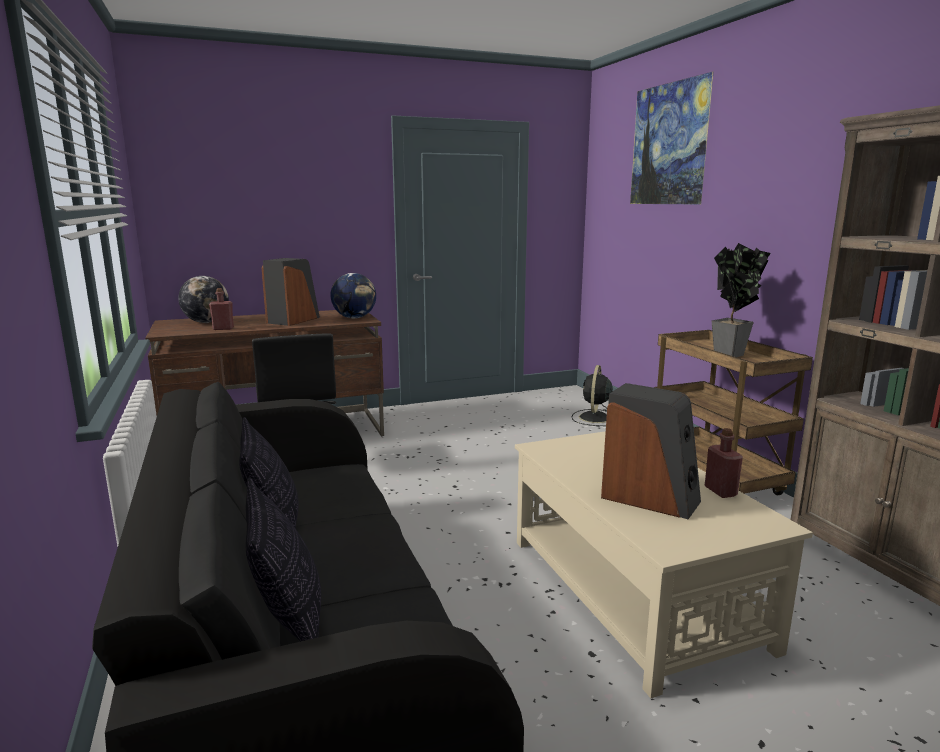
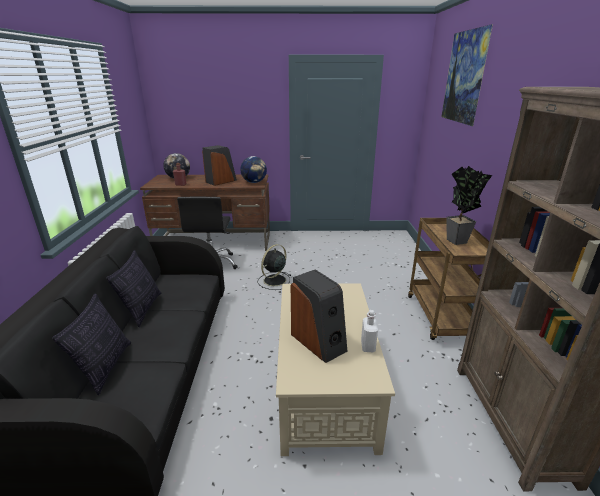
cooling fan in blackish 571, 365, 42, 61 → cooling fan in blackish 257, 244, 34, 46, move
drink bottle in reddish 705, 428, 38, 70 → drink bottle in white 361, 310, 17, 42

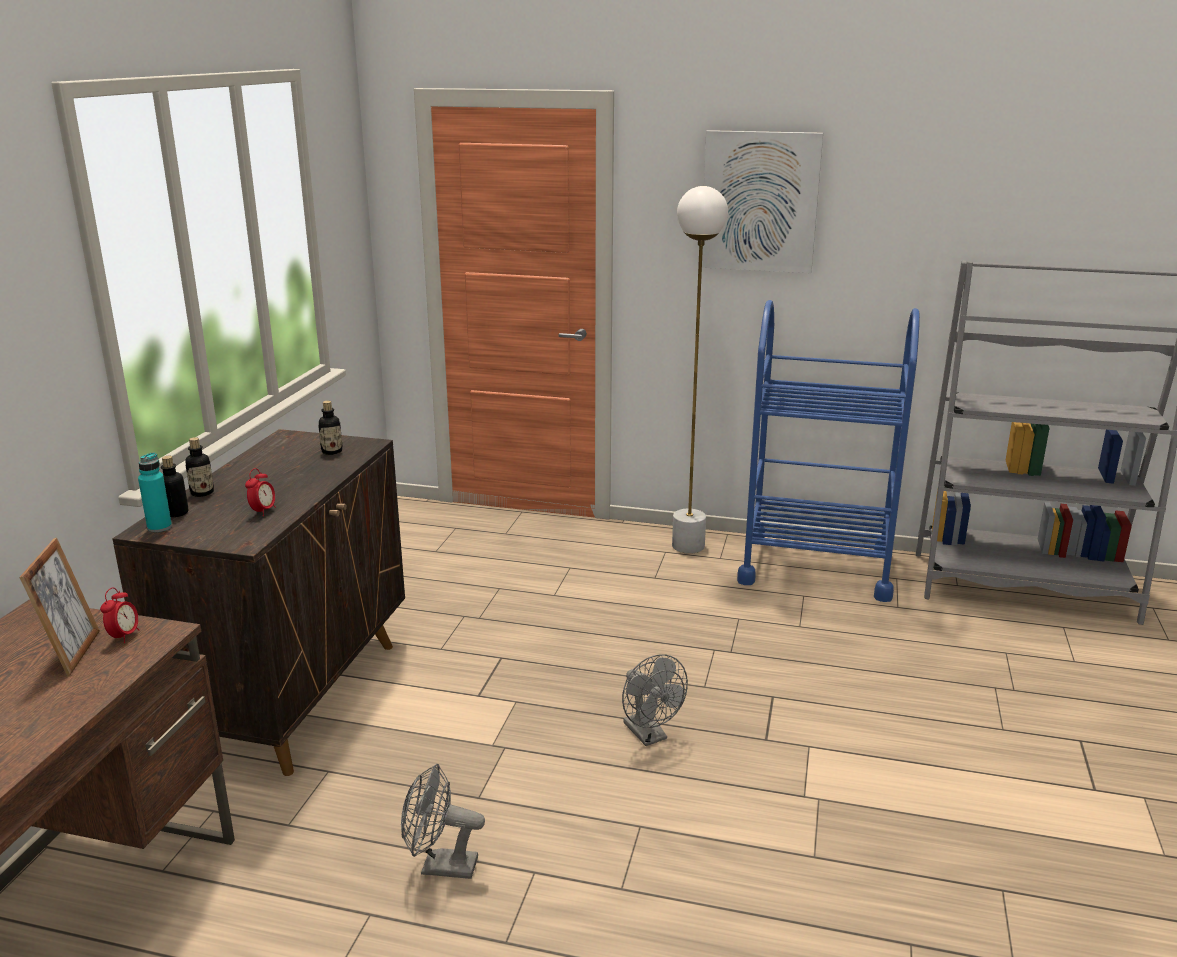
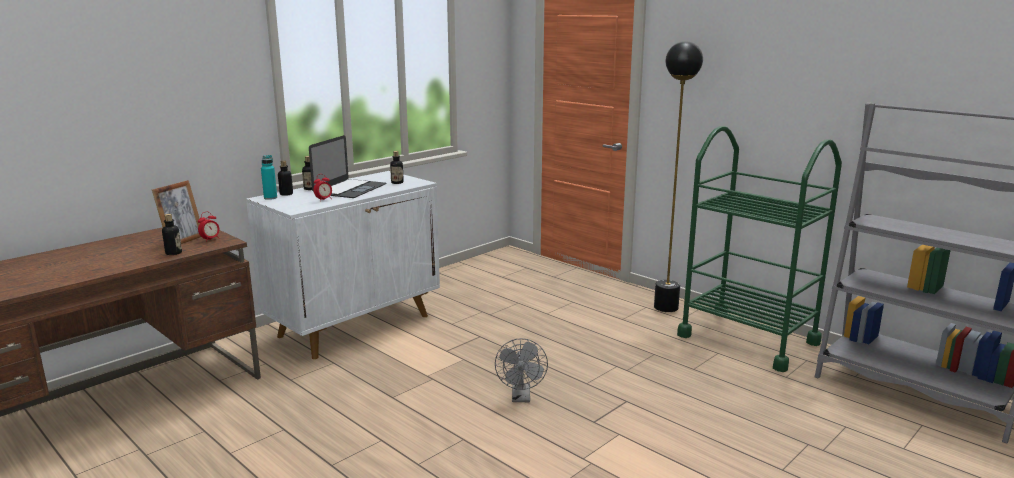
- → drink bottle 162, 214, 20, 41
storage cabinet in brownish 112, 429, 293, 347 → storage cabinet in white 246, 171, 194, 188
- → portable computer 309, 135, 77, 63
standing lamp in white 672, 186, 56, 368 → standing lamp in blackish 654, 41, 49, 271
cart in bluish 737, 300, 183, 302 → cart in green-coloured 677, 126, 165, 246
cooling fan in grey 401, 764, 84, 115 → -
wall art 702, 130, 121, 143 → -

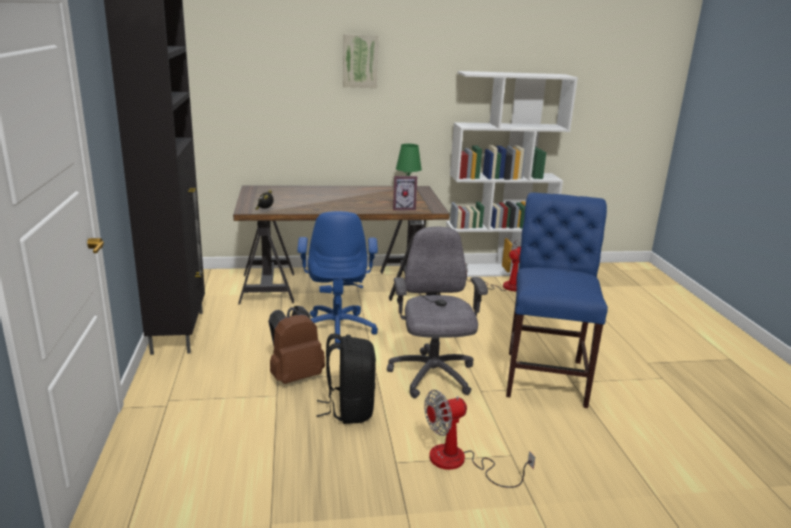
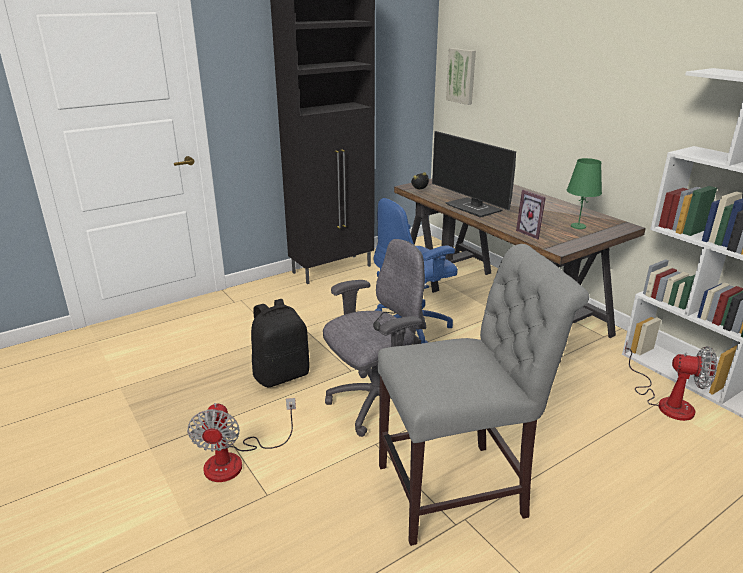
cooling fan 424, 390, 111, 98 → cooling fan 187, 398, 109, 84, 135 degrees counterclockwise
plain chair in bluish 506, 192, 102, 216 → plain chair in grey 377, 244, 212, 302
- → monitor 432, 131, 84, 87
wall art 343, 34, 36, 54 → wall art 446, 48, 30, 57, move
rucksack in brownish 268, 306, 57, 78 → -

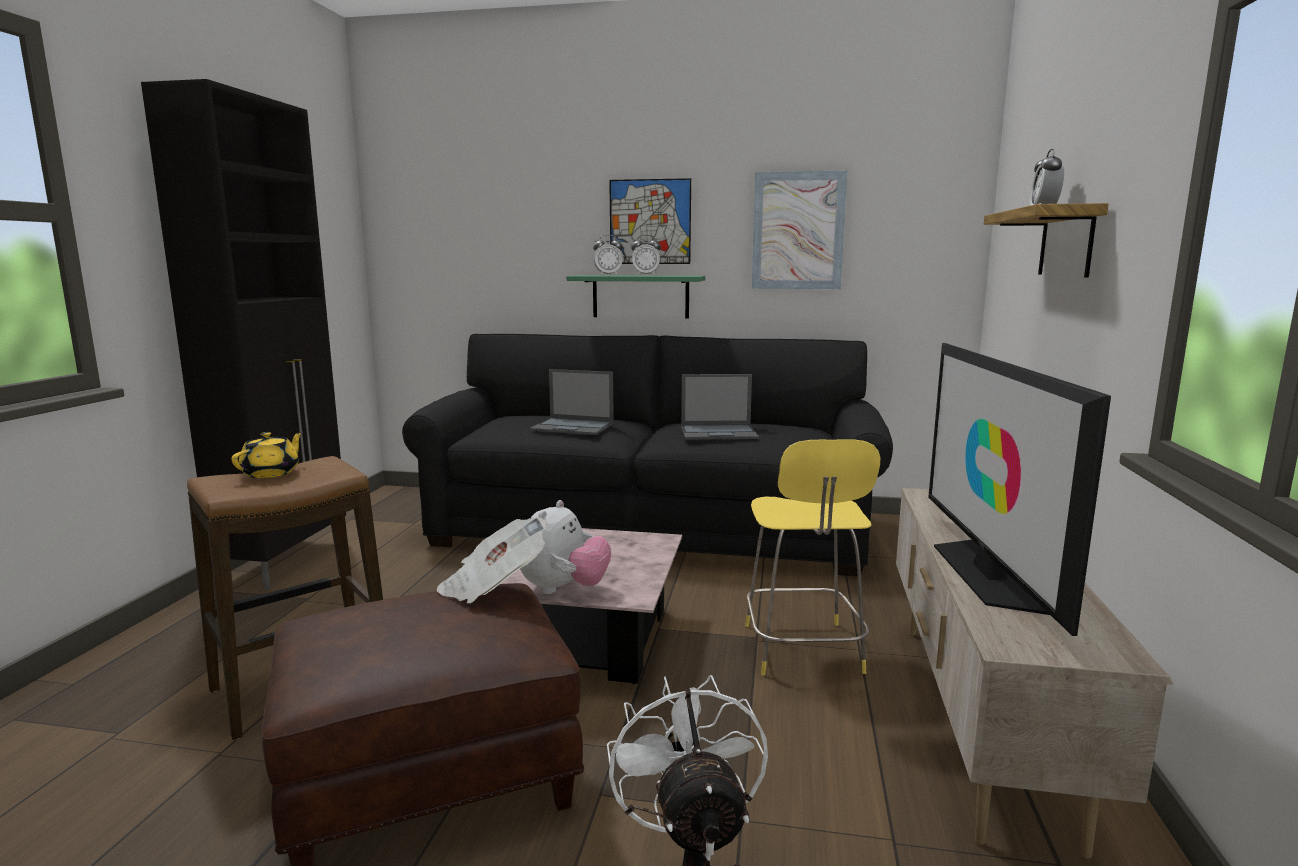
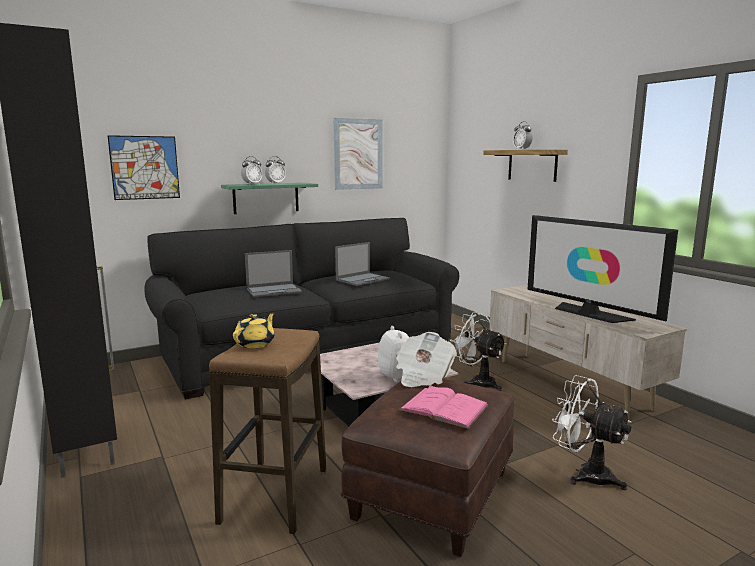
wall art 609, 178, 82, 86 → wall art 107, 135, 73, 65, move
teapot in yellow-coloured 232, 432, 71, 46 → teapot in yellow-coloured 233, 312, 42, 36, 45 degrees clockwise
- → bound book in pink-coloured 399, 385, 89, 44
stool in yellow-coloured 745, 439, 135, 237 → cooling fan in white 450, 312, 56, 79

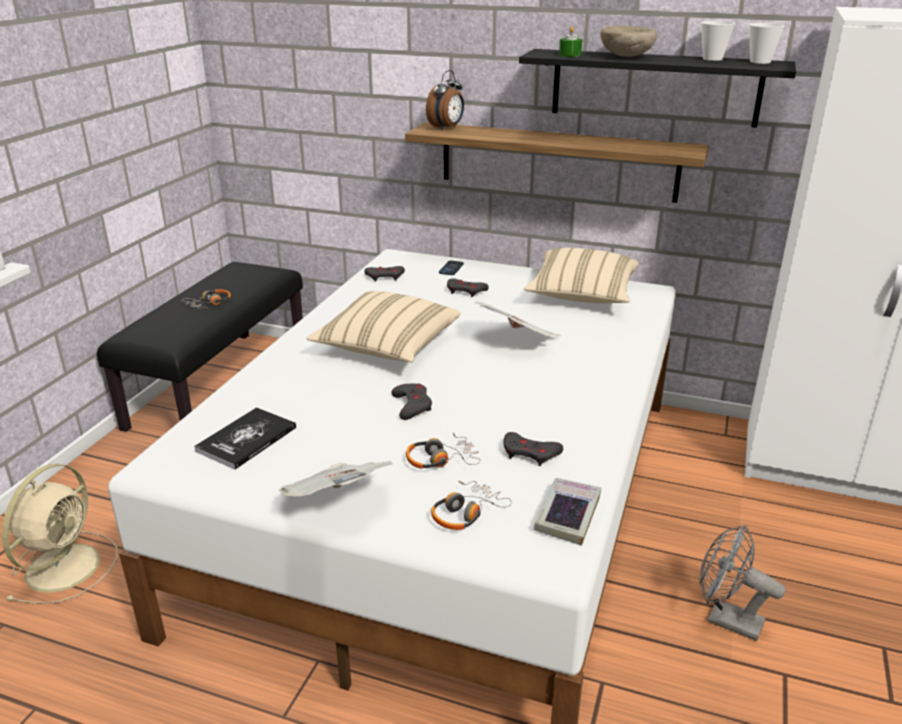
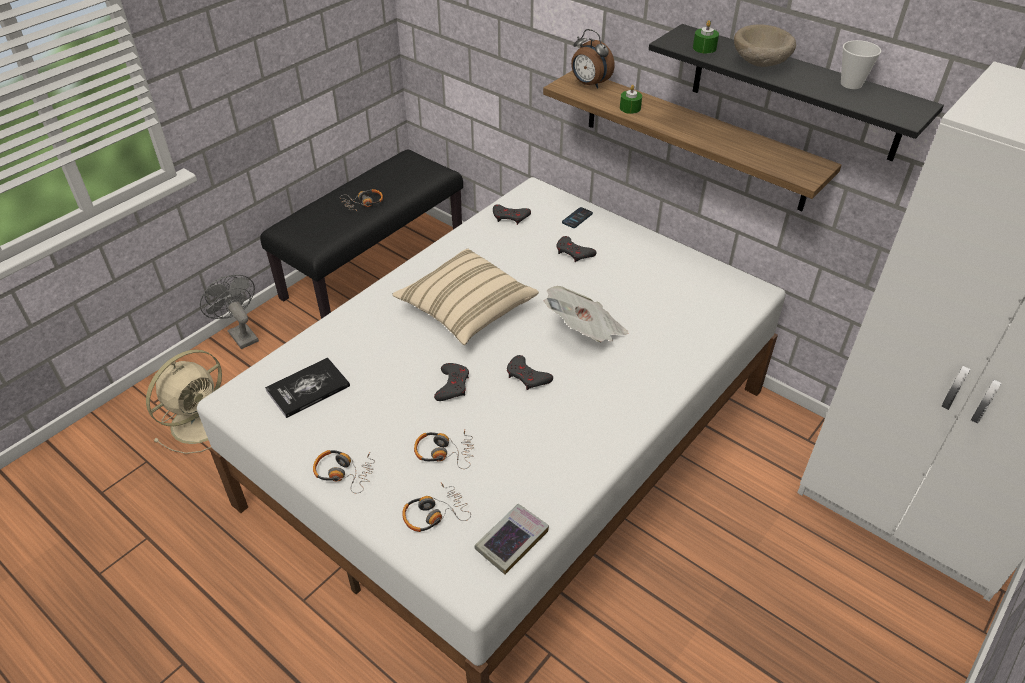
cooling fan in grey 699, 525, 86, 116 → cooling fan in grey 200, 275, 59, 74, move
daily paper 279, 461, 113, 35 → pair of headphones 313, 450, 62, 43
gamepad in grey 503, 432, 60, 34 → gamepad in grey 507, 355, 46, 35, move
table clock 426, 70, 38, 60 → table clock 571, 29, 44, 60, 75 degrees clockwise
- → wax candle in green-coloured 620, 85, 22, 29
cushion in sand-coloured 524, 248, 115, 55 → -
cup 749, 23, 36, 41 → -

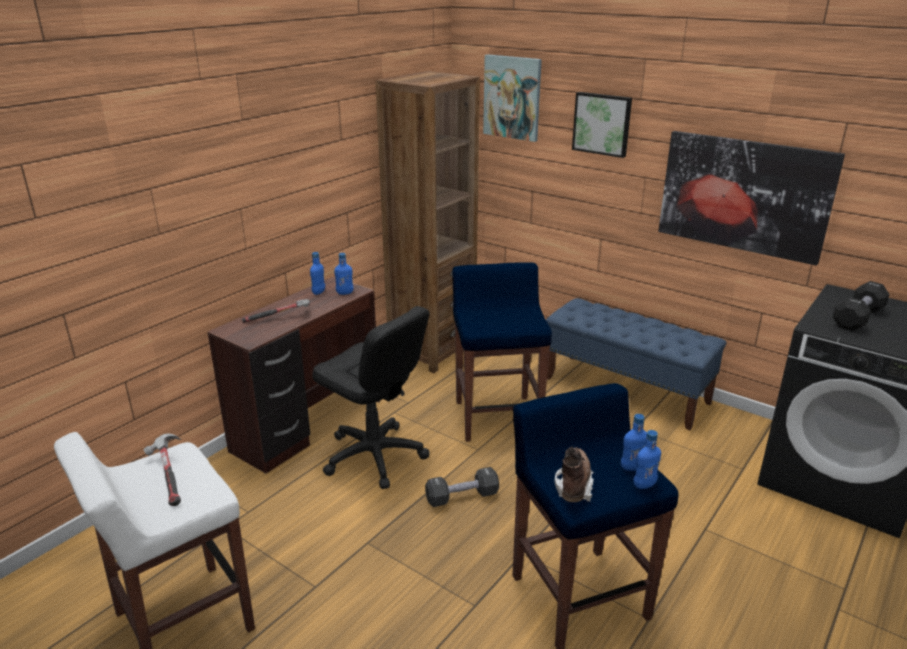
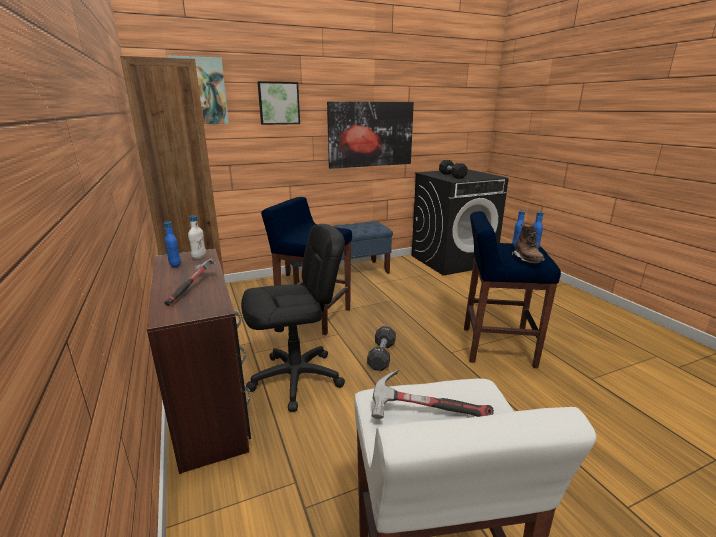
drink bottle in bluish 334, 253, 20, 42 → drink bottle in white 188, 215, 18, 45
boot in brownish 554, 447, 40, 55 → boot in brownish 512, 224, 33, 39, 135 degrees counterclockwise

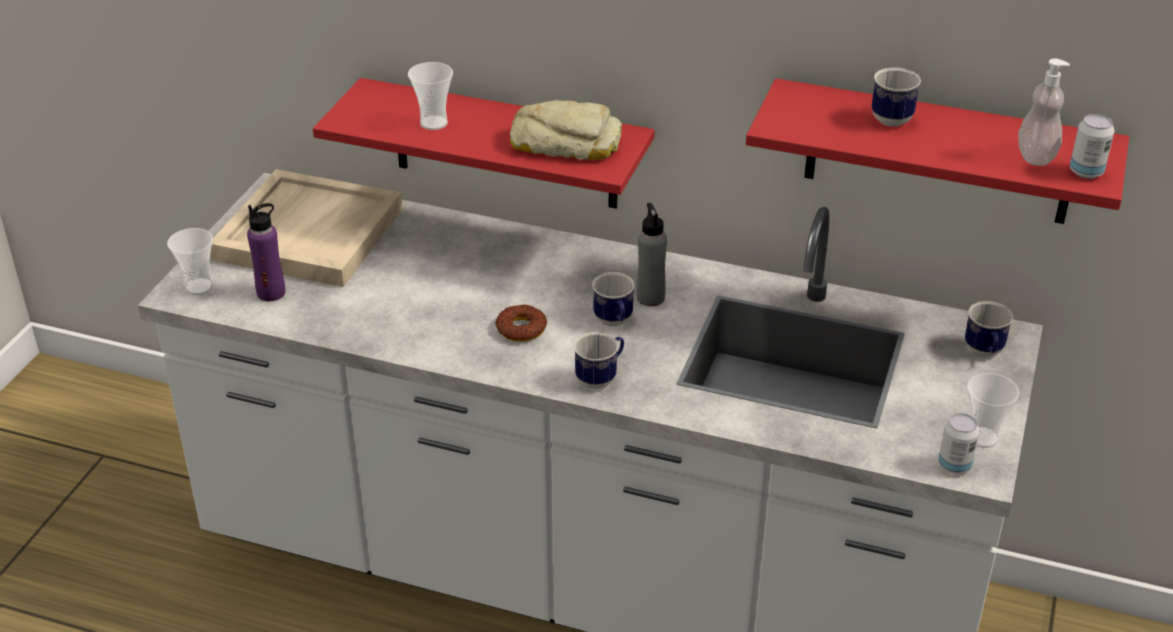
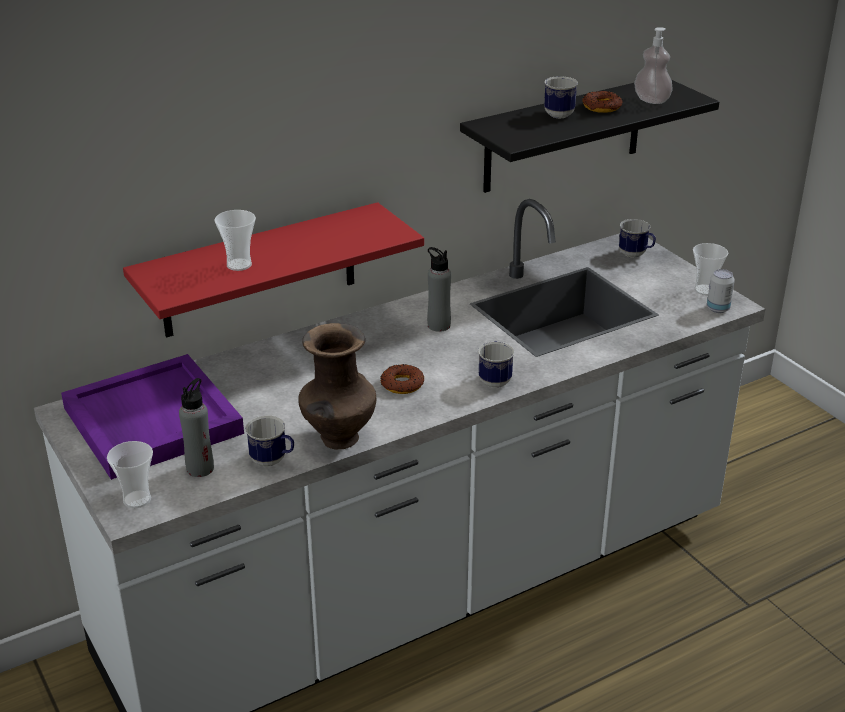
tray in sand-coloured 210, 169, 193, 118 → tray in purple-coloured 61, 354, 183, 126
drink bottle in purple-coloured 247, 203, 38, 98 → drink bottle in grey 179, 378, 35, 99
coffee mug 592, 272, 43, 54 → coffee mug 245, 416, 49, 51, move
- → decorative vase in brownish 298, 323, 78, 126
bracket shelf in reddish 746, 78, 383, 146 → bracket shelf in blackish 460, 80, 259, 113
- → donut 582, 91, 41, 22
bakery bread 510, 100, 112, 60 → -
metal can 1070, 114, 44, 65 → -

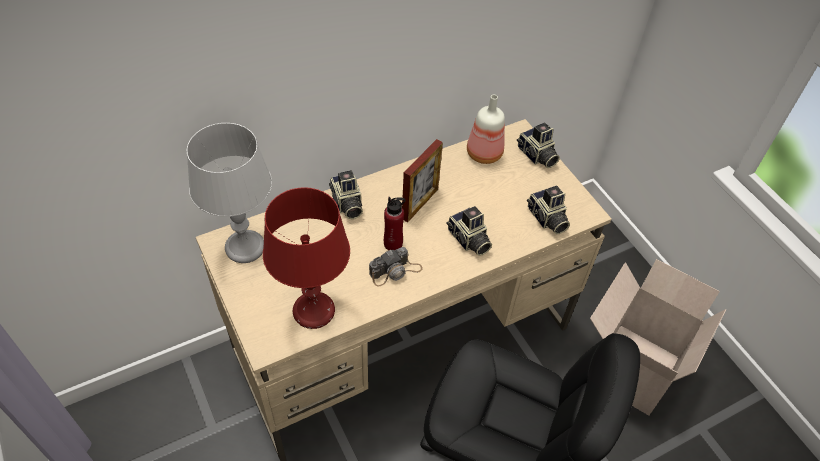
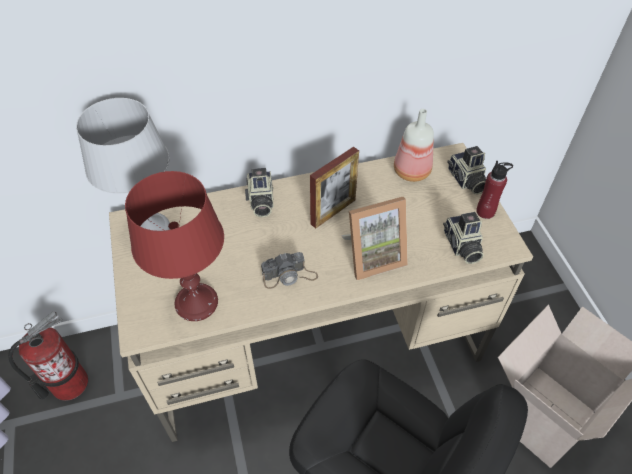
- → fire-fighting cylinder 8, 311, 80, 90
photo camera 446, 206, 46, 50 → picture frame 341, 197, 67, 83
drink bottle in reddish 384, 197, 22, 54 → drink bottle in reddish 476, 161, 37, 58, move

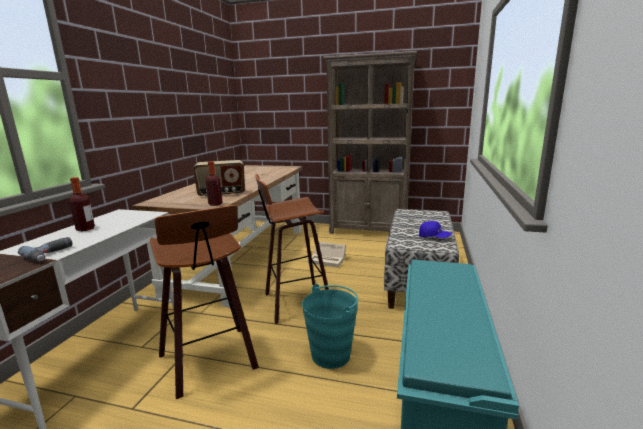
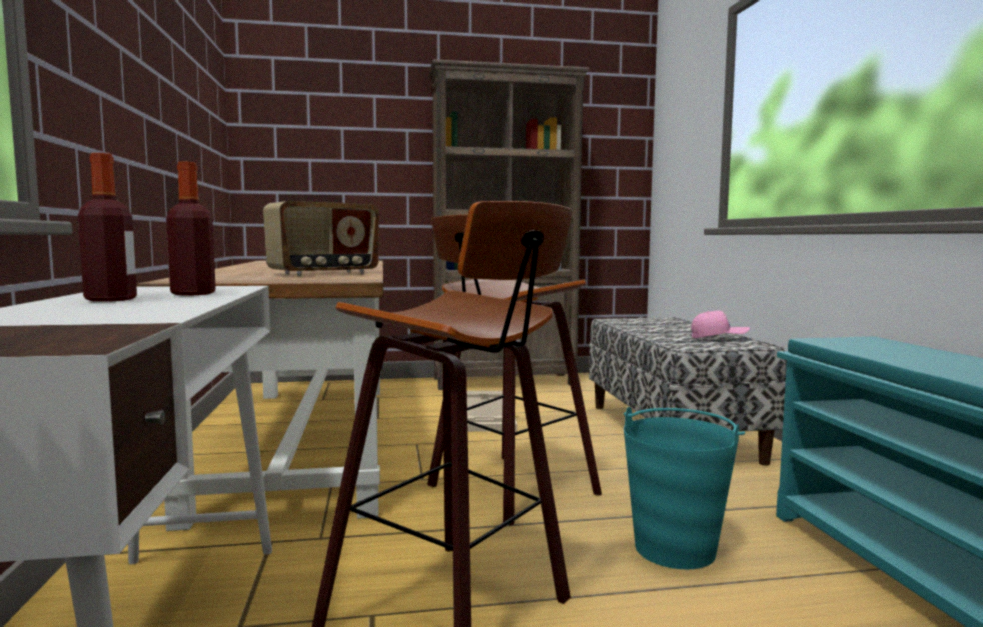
drink bottle 206, 161, 17, 45 → drink bottle 166, 161, 50, 135, move
peaked cap in bluish 419, 221, 34, 17 → peaked cap in pink-coloured 691, 310, 59, 29
electric drill 18, 237, 55, 25 → -

